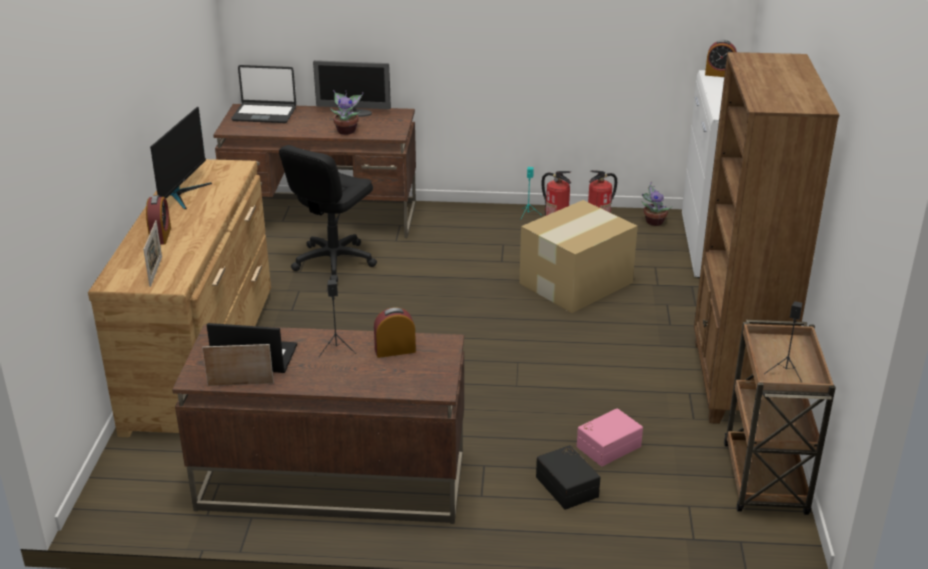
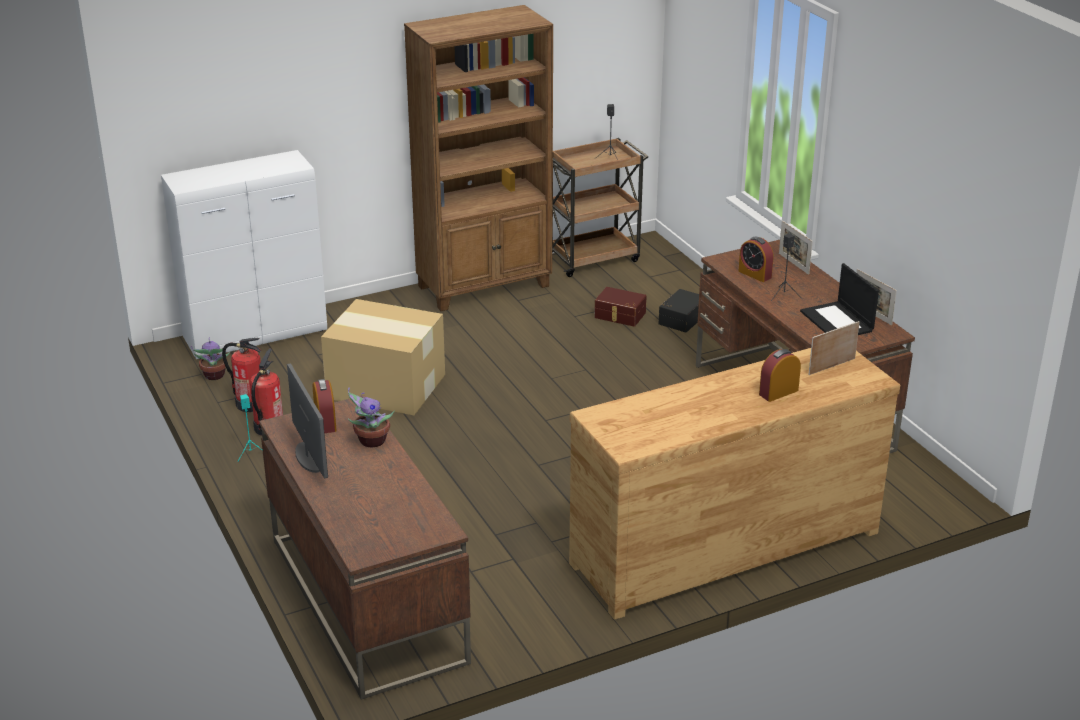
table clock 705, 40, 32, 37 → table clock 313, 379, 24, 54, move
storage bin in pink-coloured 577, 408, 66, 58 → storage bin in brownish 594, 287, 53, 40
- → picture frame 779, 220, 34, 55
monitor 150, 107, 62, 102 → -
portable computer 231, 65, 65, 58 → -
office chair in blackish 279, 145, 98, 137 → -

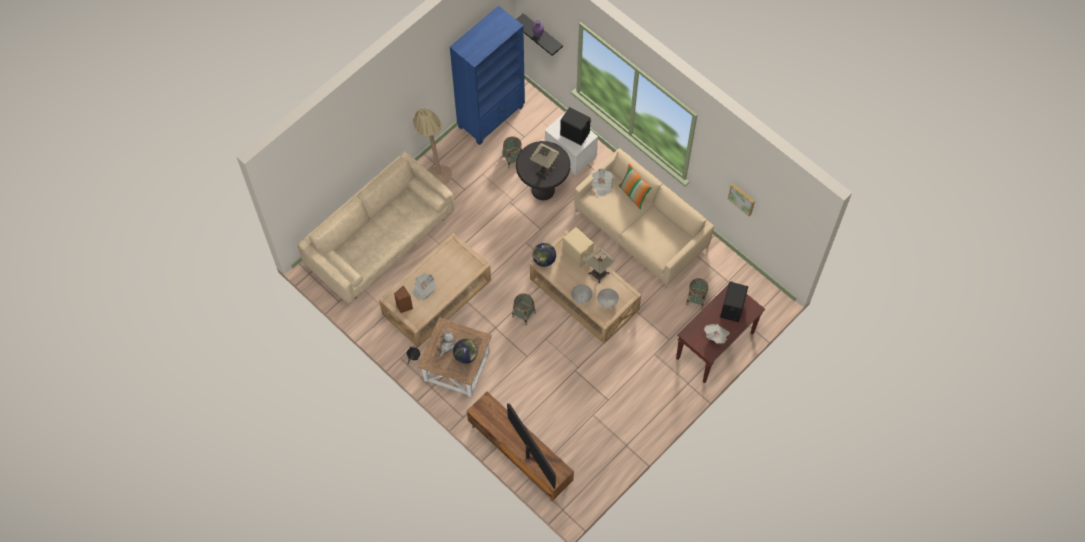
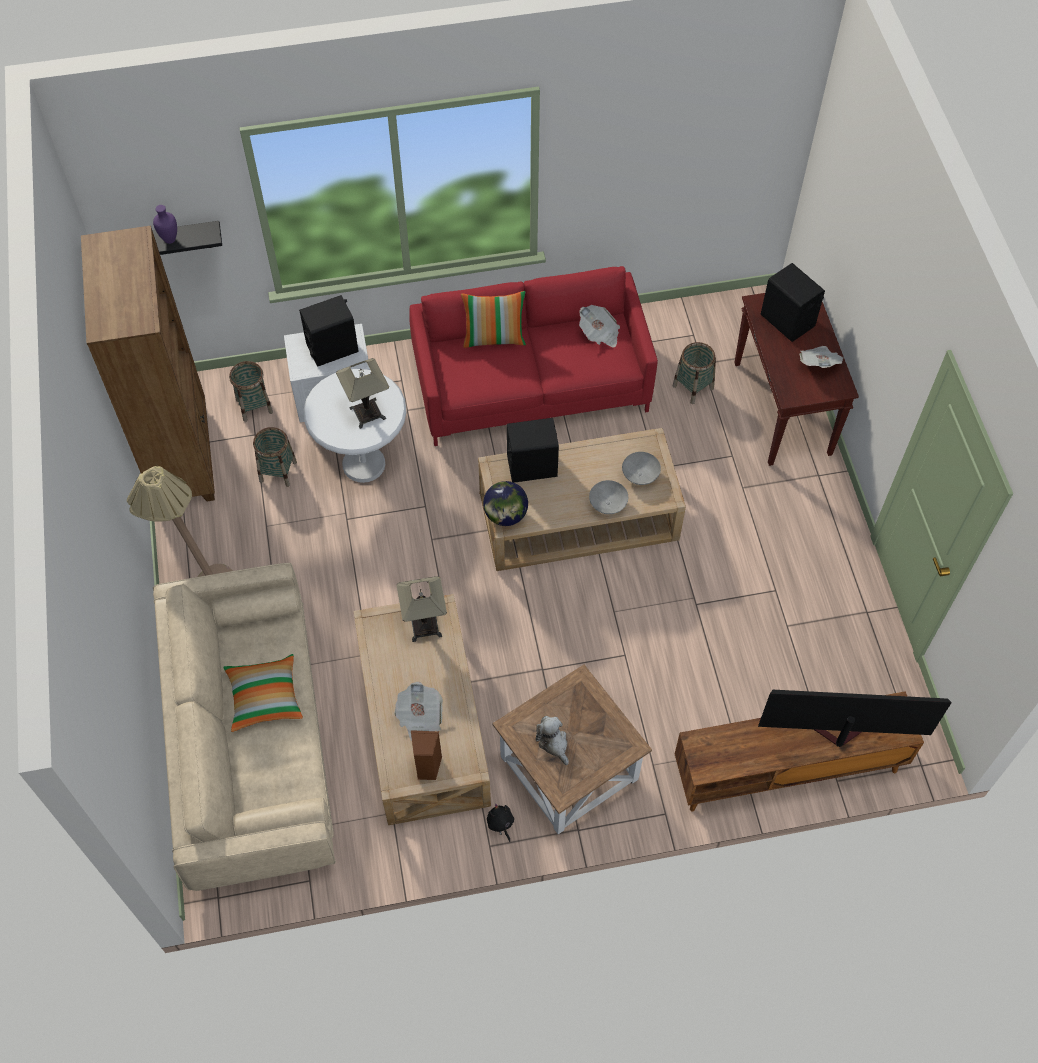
bookshelf in bluish 450, 5, 75, 140 → bookshelf in brownish 81, 226, 134, 275
- → cushion 223, 654, 80, 78
storage basket 512, 293, 24, 33 → storage basket 229, 361, 44, 61, move
accent table in blackish 516, 141, 54, 59 → accent table in white 303, 369, 104, 114
lamp for a table 585, 247, 30, 36 → lamp for a table 397, 576, 50, 66, move
couch in sand-coloured 575, 148, 139, 140 → couch in reddish 409, 266, 249, 180
audio speaker in sand-coloured 562, 227, 32, 41 → audio speaker in blackish 507, 418, 52, 65
daily paper 591, 168, 23, 29 → daily paper 579, 305, 41, 42, move
desk globe 453, 339, 25, 25 → -
wall art 728, 183, 27, 33 → -

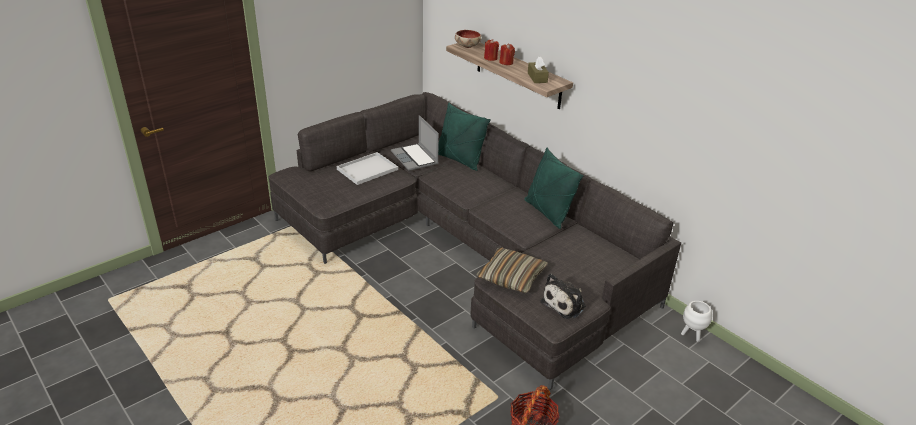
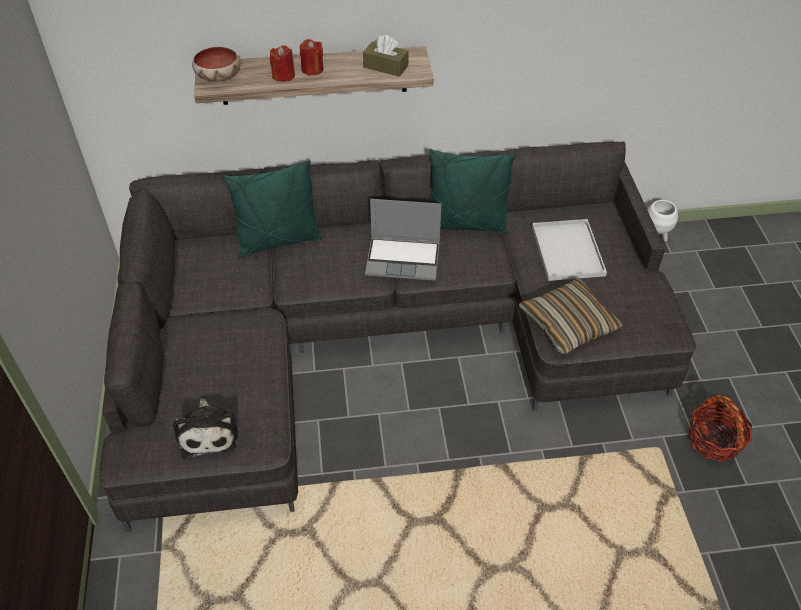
soft toy 540, 274, 46, 45 → soft toy 173, 399, 66, 60, move
portable computer 391, 115, 48, 56 → portable computer 365, 199, 76, 82, move
tray in white 337, 152, 61, 33 → tray in white 532, 219, 75, 62, move

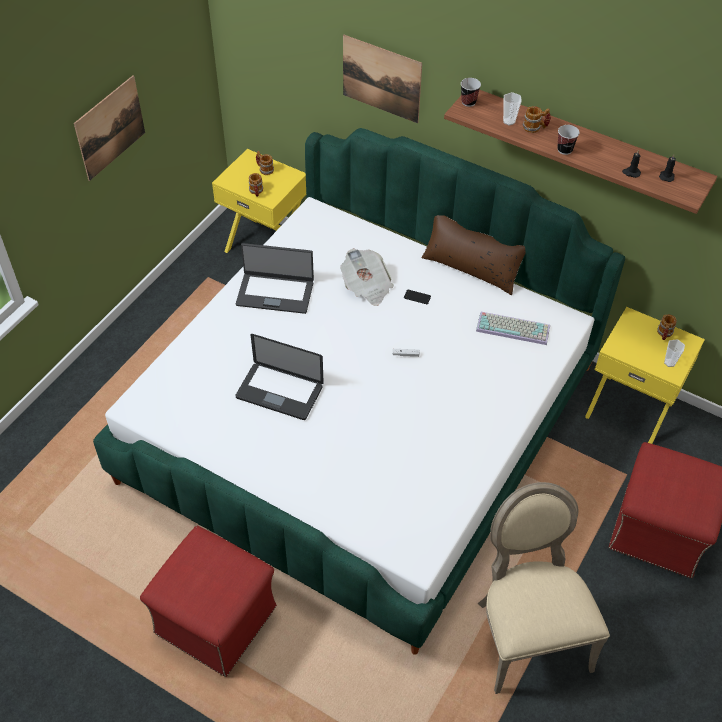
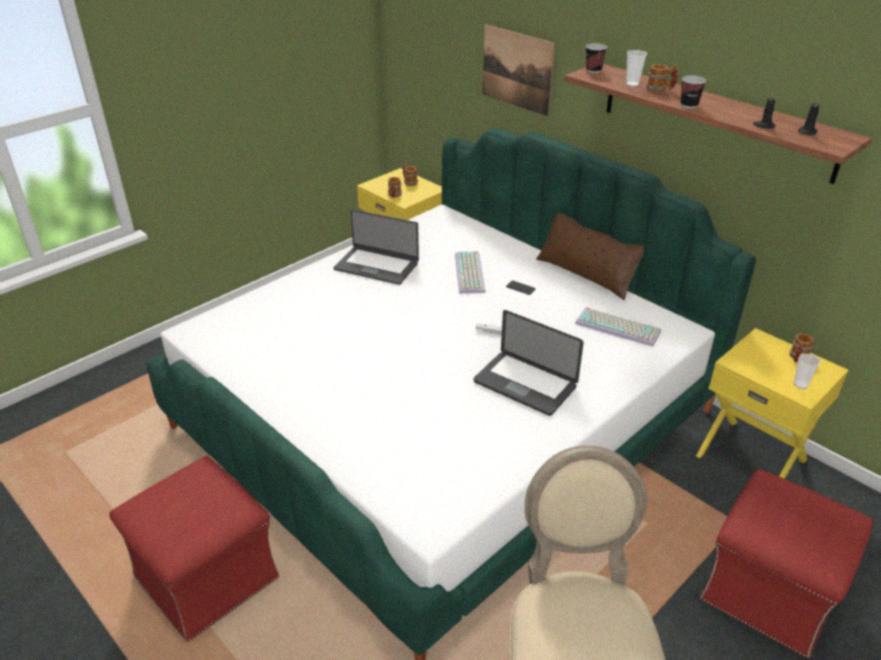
daily paper 340, 248, 54, 58 → PC keyboard 455, 251, 31, 42
portable computer 235, 334, 89, 86 → portable computer 474, 310, 110, 106, move
wall art 74, 75, 71, 106 → -

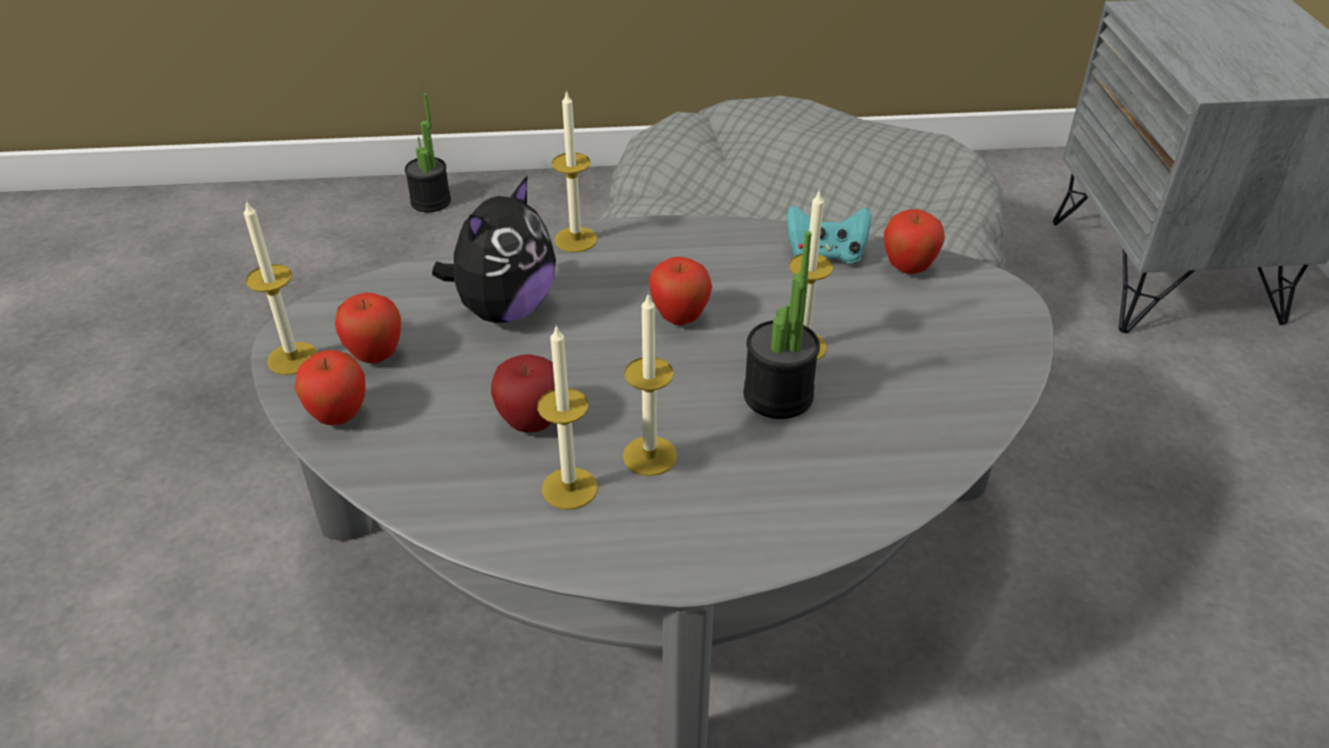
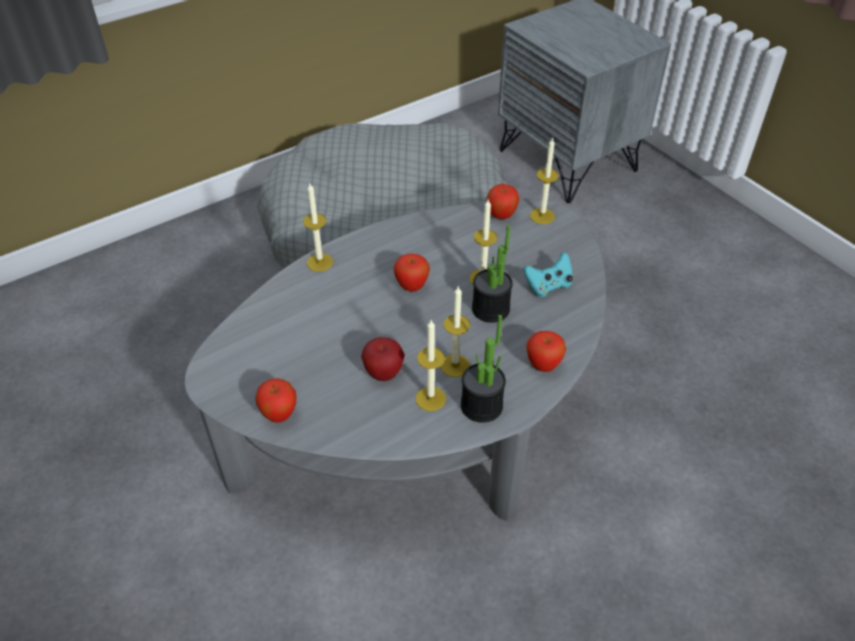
plant in a pot 405, 93, 46, 119 → plant in a pot 461, 315, 45, 108, move
gamepad in turquoise 787, 205, 84, 59 → gamepad in turquoise 523, 252, 50, 45, move
apple fruit 335, 293, 66, 71 → apple fruit 526, 331, 40, 41, move
wax candle 244, 200, 74, 175 → wax candle 530, 137, 29, 87, move
soft toy 432, 175, 124, 148 → -

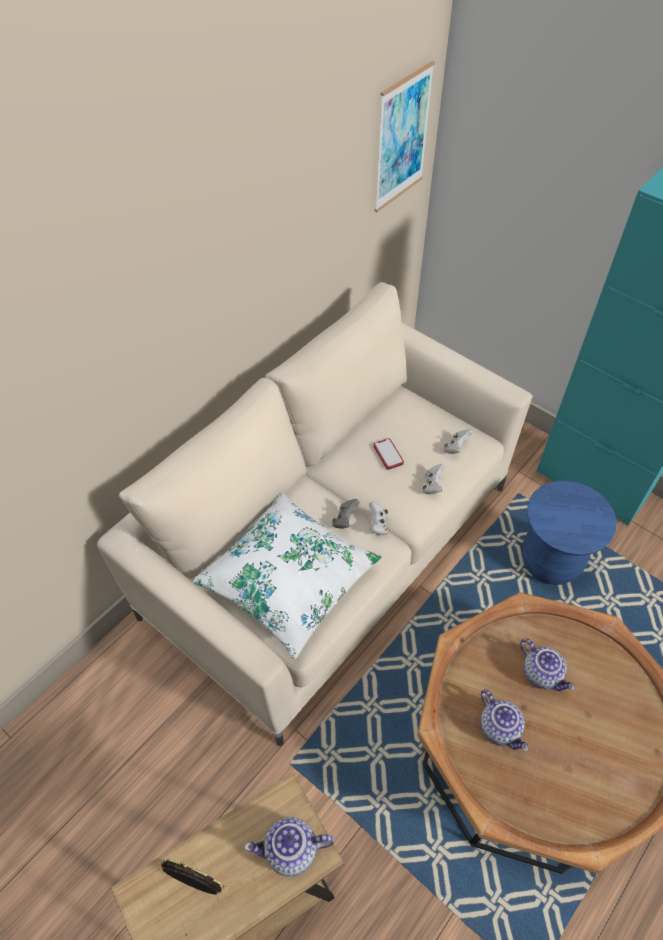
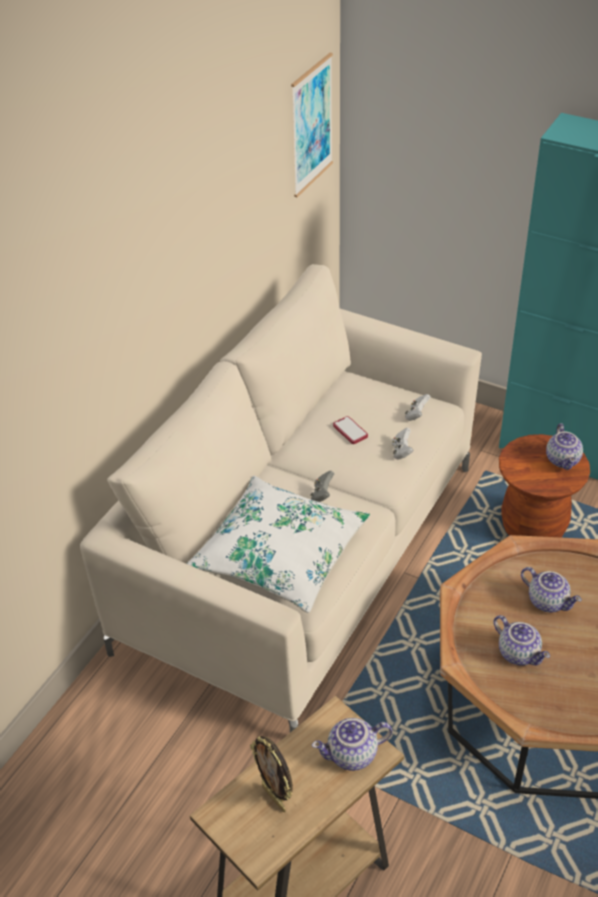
picture frame 160, 858, 67, 37 → picture frame 250, 736, 43, 76, 135 degrees counterclockwise
stool in bluish 522, 480, 95, 105 → stool in brownish 499, 434, 91, 103
- → teapot 546, 423, 37, 47
gamepad in white 369, 502, 19, 33 → -

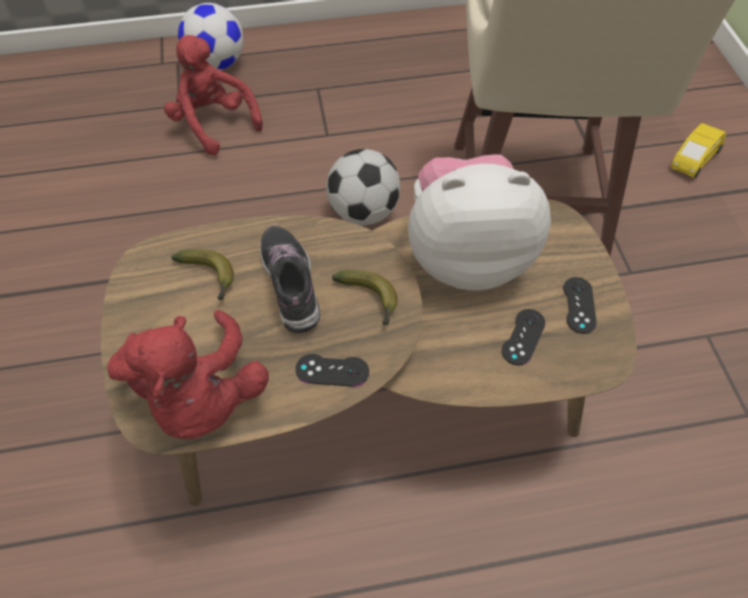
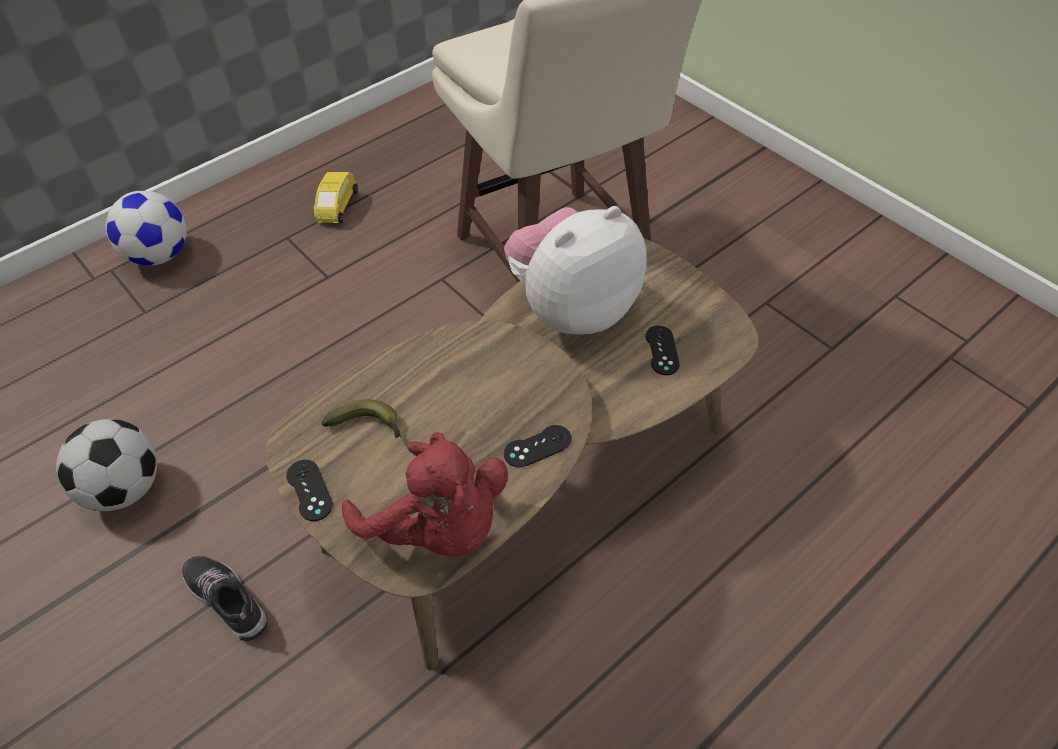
football ball 326, 149, 74, 76 → football ball 56, 419, 101, 92, move
low shoe 260, 226, 60, 107 → low shoe 182, 556, 86, 85, move
gamepad in blackish 563, 277, 34, 57 → gamepad in blackish 286, 460, 47, 61, move
miniature car in yellow-coloured 670, 123, 56, 55 → miniature car in yellow-coloured 314, 172, 44, 51, move
soft toy in reddish 164, 35, 99, 121 → -
banana 332, 270, 66, 56 → -

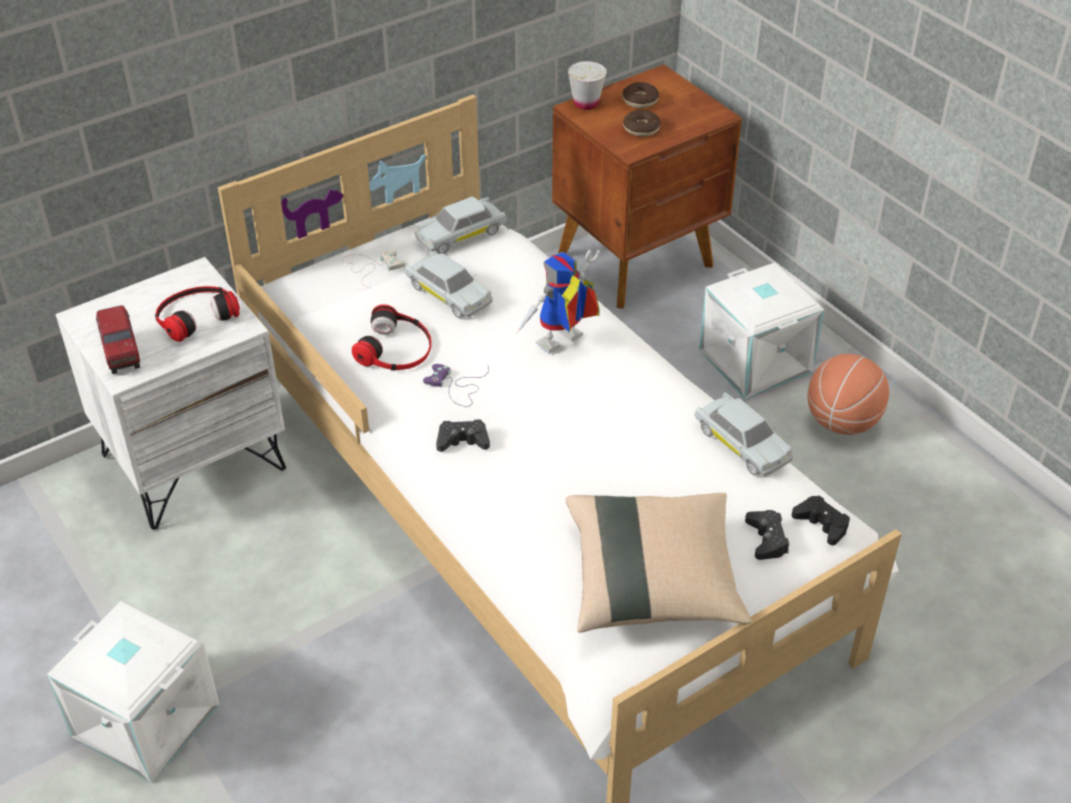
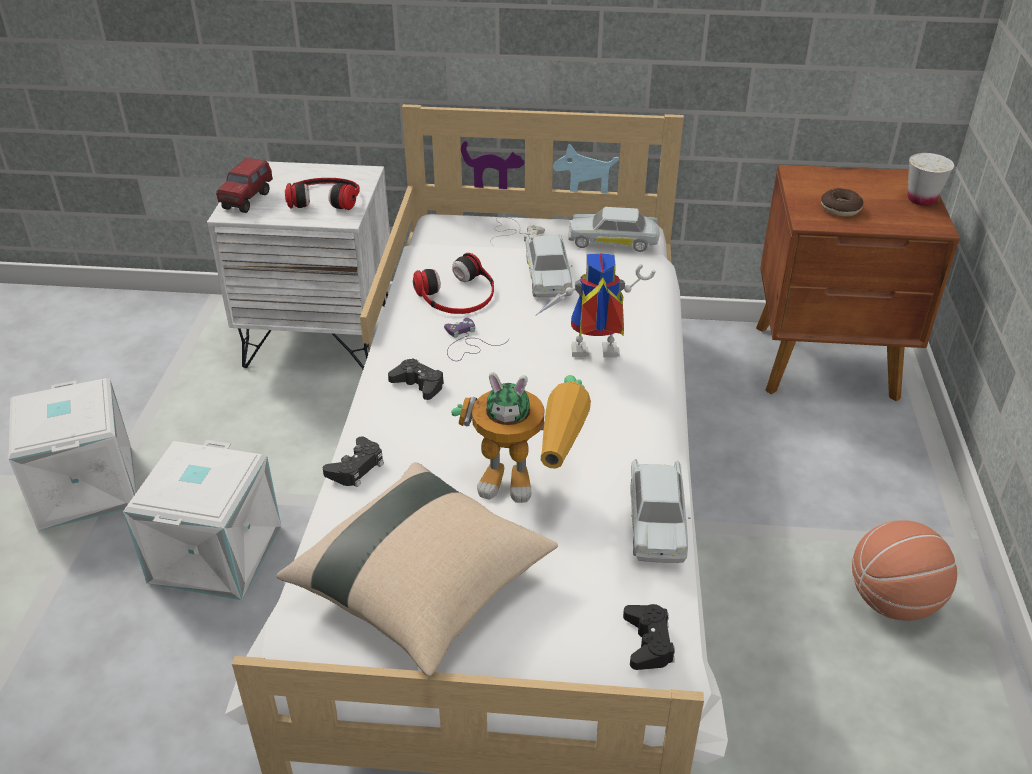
storage bin in white 699, 263, 125, 136 → storage bin in white 123, 440, 158, 160, move
gamepad in blackish 745, 510, 44, 50 → gamepad in blackish 323, 436, 61, 51, move
- → model robot 451, 372, 140, 131
cup in white 568, 61, 39, 49 → cup in white 908, 153, 46, 53, move
donut 622, 82, 37, 26 → -

